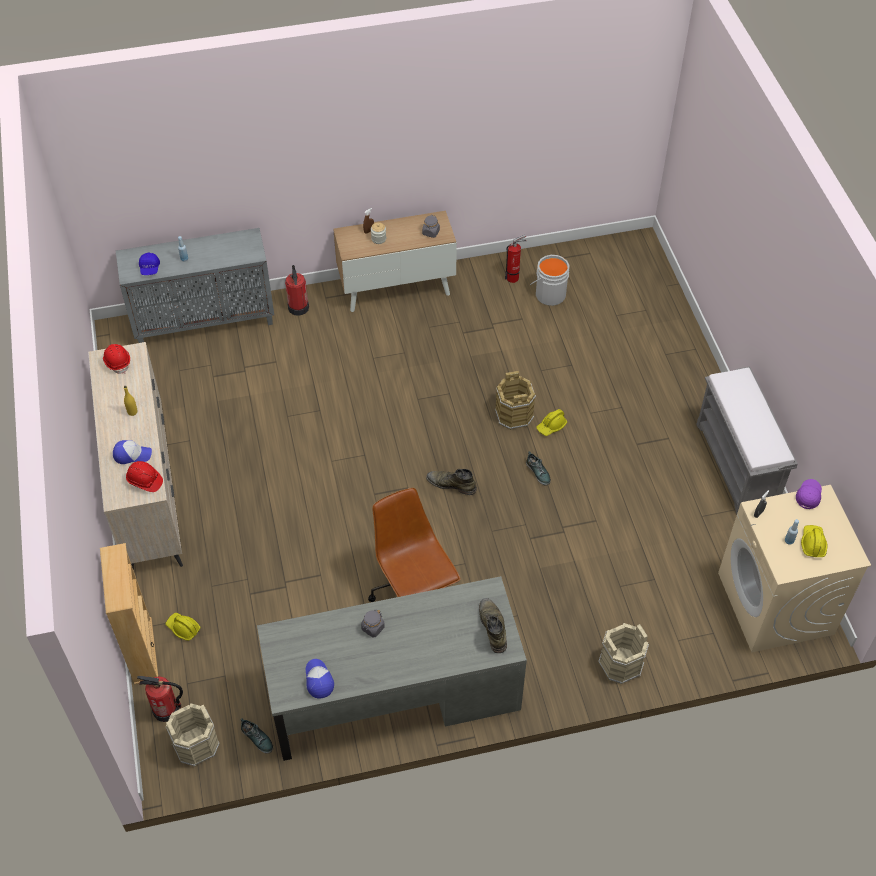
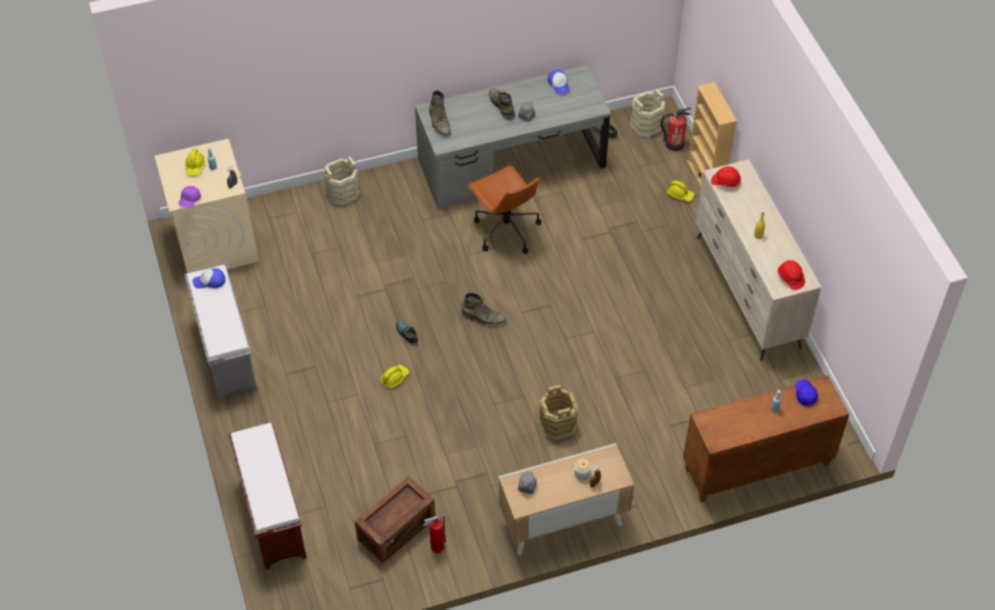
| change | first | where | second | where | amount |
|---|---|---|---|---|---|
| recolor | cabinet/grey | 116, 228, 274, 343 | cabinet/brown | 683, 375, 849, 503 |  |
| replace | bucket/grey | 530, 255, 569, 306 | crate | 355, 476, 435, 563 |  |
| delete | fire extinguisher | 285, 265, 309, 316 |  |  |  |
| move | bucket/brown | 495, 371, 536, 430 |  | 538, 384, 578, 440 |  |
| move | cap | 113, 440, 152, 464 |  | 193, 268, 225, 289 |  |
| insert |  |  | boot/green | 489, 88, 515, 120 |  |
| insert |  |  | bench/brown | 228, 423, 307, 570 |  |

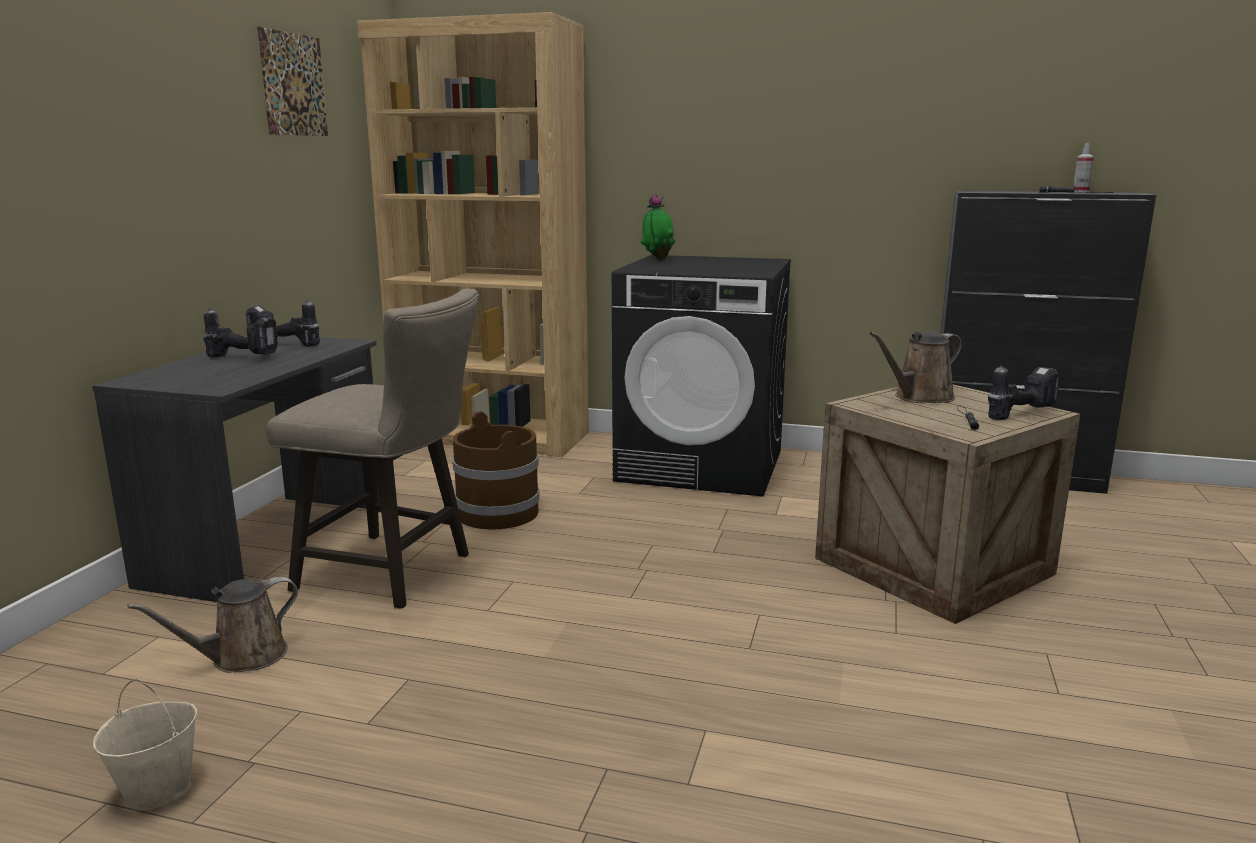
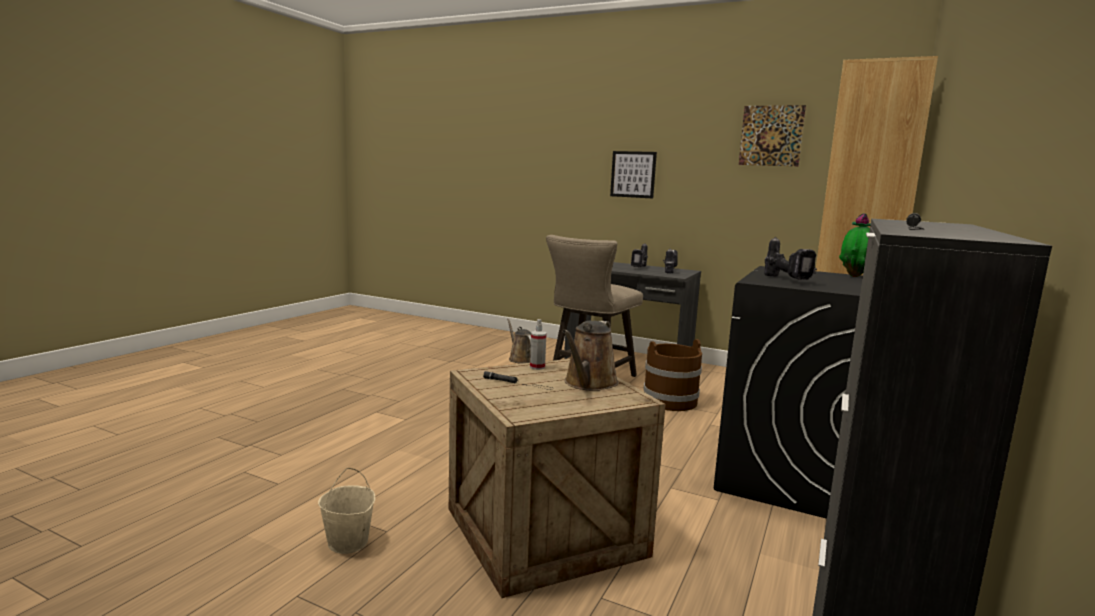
| change | first | where | second | where | amount |
|---|---|---|---|---|---|
| move | spray bottle | 1073, 143, 1094, 192 |  | 530, 319, 547, 370 |  |
| rotate | watering can/brown | 870, 331, 961, 403 |  | 562, 321, 619, 391 | 135 degrees counterclockwise |
| move | power drill | 988, 366, 1059, 420 |  | 764, 237, 817, 280 |  |
| move | bucket/beige | 93, 679, 197, 811 |  | 318, 468, 375, 554 |  |
| insert |  |  | picture | 610, 151, 657, 199 |  |

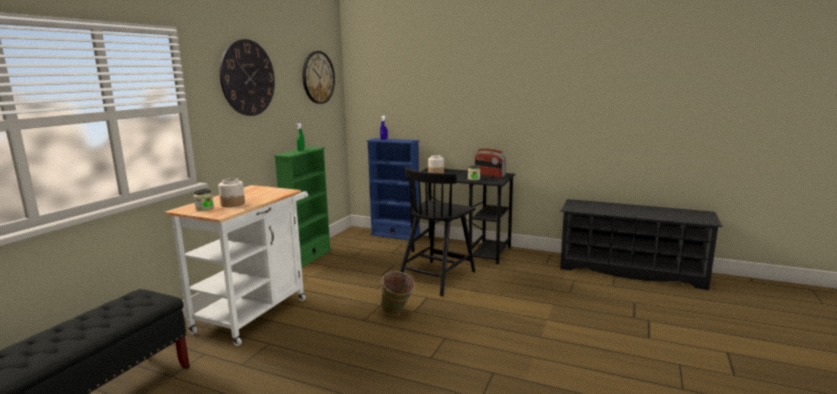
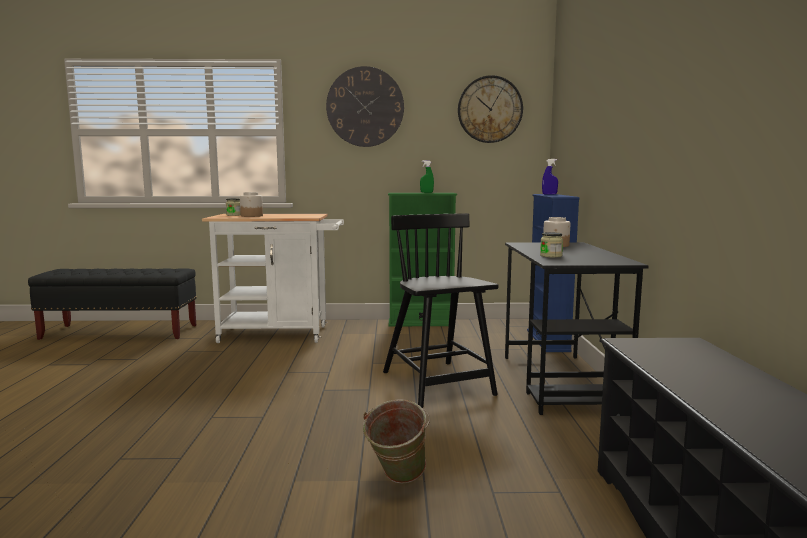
| change | first | where | second | where | amount |
|---|---|---|---|---|---|
| delete | radio | 475, 148, 506, 178 |  |  |  |
| rotate | chair/black | 400, 168, 475, 296 |  | 383, 213, 498, 408 | 60 degrees clockwise |
| move | bucket/green | 380, 271, 415, 315 |  | 363, 399, 430, 484 |  |

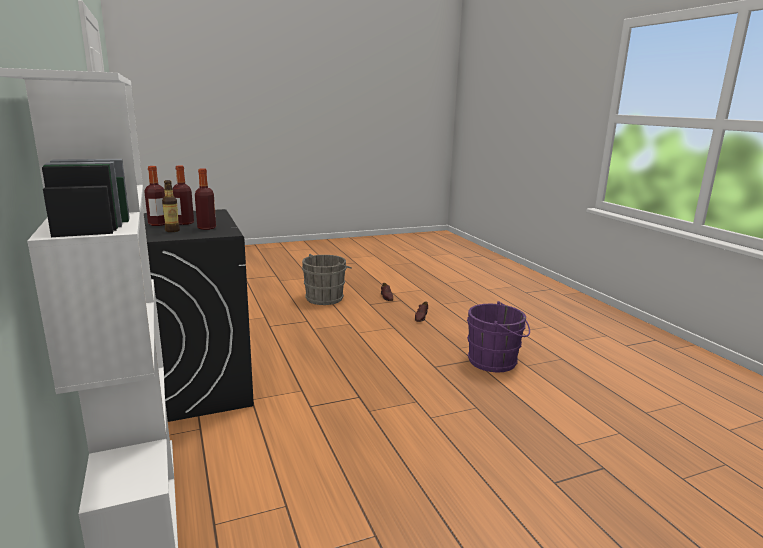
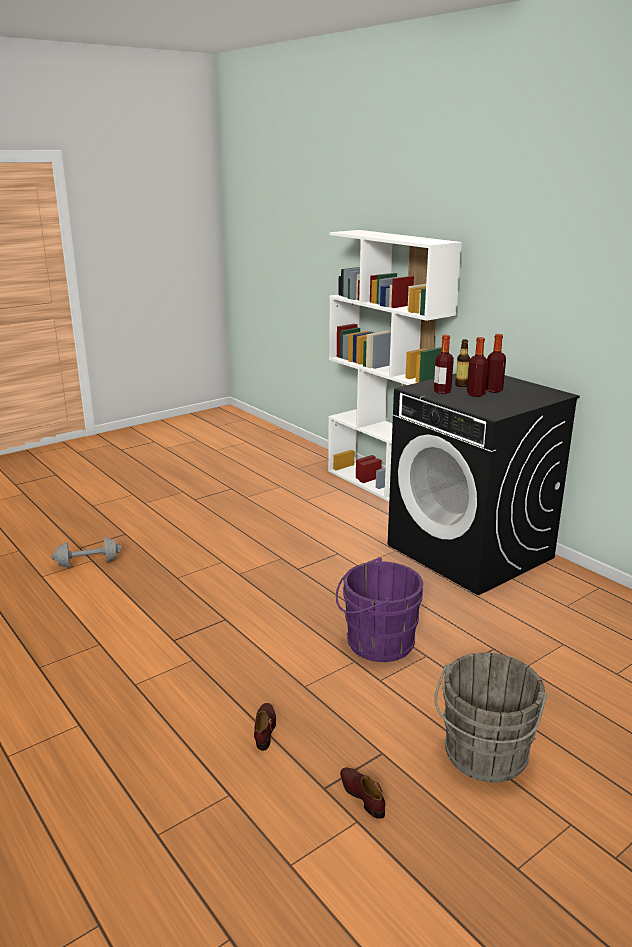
| change | first | where | second | where | amount |
|---|---|---|---|---|---|
| move | bucket/purple | 467, 301, 530, 372 |  | 336, 558, 423, 662 |  |
| insert |  |  | dumbbell/grey | 51, 537, 122, 568 |  |

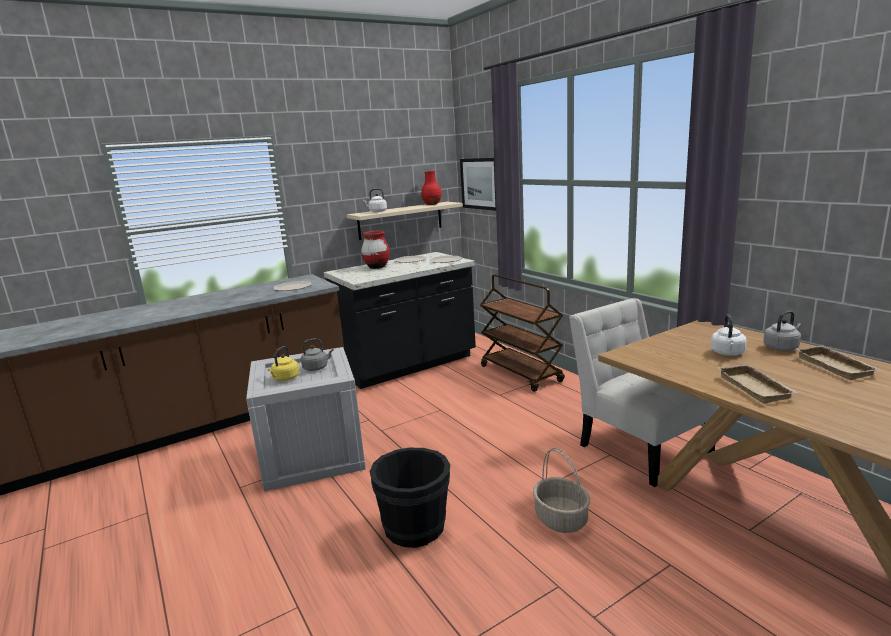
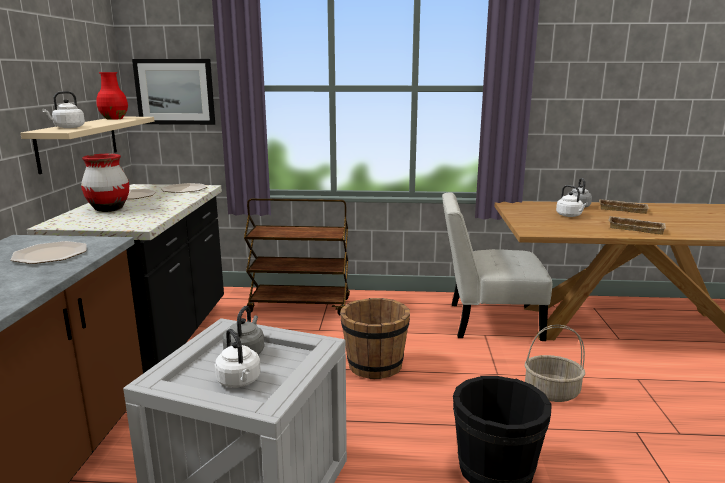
| change | first | where | second | where | amount |
|---|---|---|---|---|---|
| recolor | kettle/yellow | 268, 346, 299, 381 | kettle/white | 215, 329, 261, 388 |  |
| insert |  |  | bucket/brown | 340, 298, 410, 379 |  |

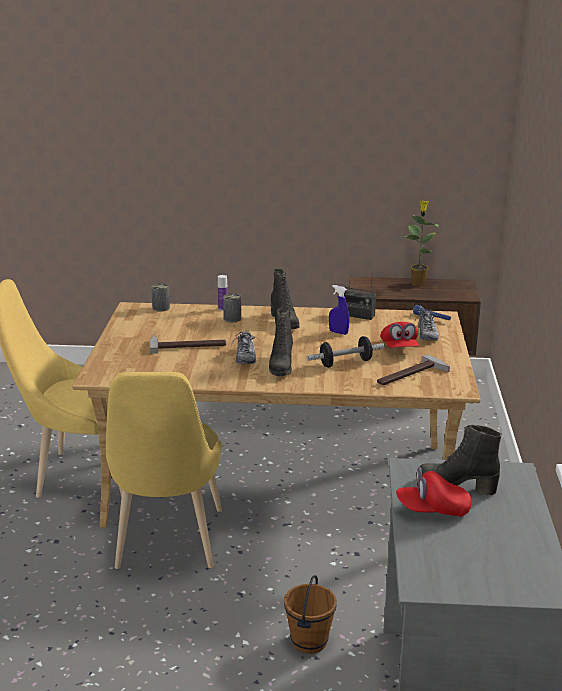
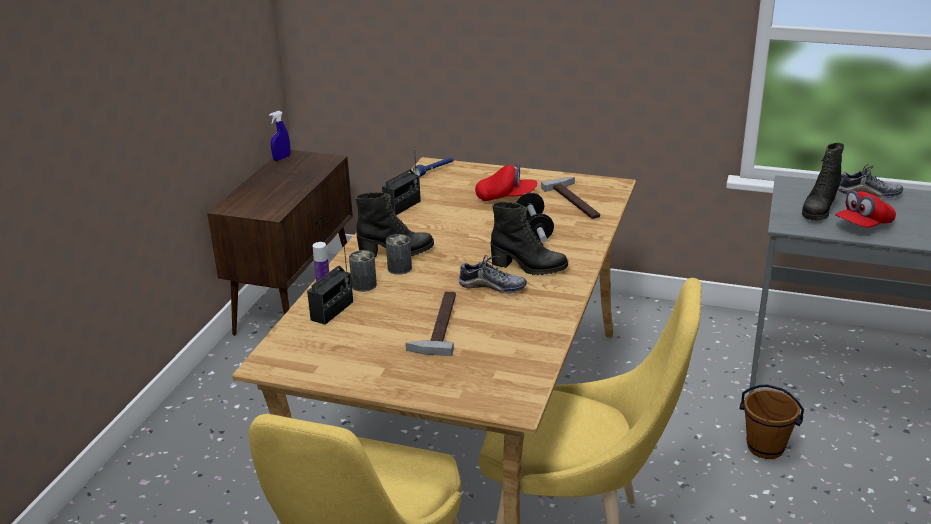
| change | first | where | second | where | amount |
|---|---|---|---|---|---|
| delete | potted plant | 403, 200, 439, 287 |  |  |  |
| move | can | 151, 284, 170, 312 |  | 386, 234, 412, 275 |  |
| move | spray bottle/blue | 329, 285, 350, 335 |  | 269, 111, 290, 161 |  |
| move | shoe | 415, 309, 441, 340 |  | 838, 165, 903, 198 |  |
| rotate | cap/red | 396, 467, 472, 517 |  | 835, 190, 896, 228 | 45 degrees clockwise |
| insert |  |  | radio | 307, 240, 353, 325 |  |

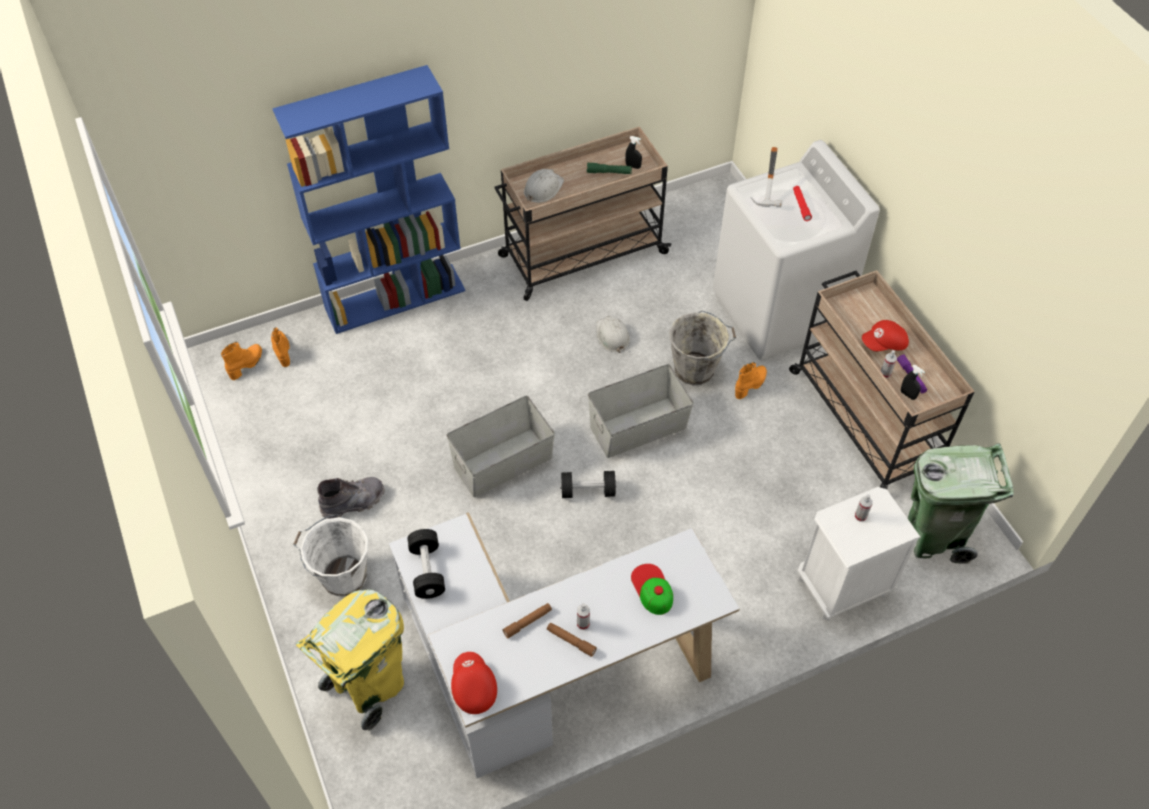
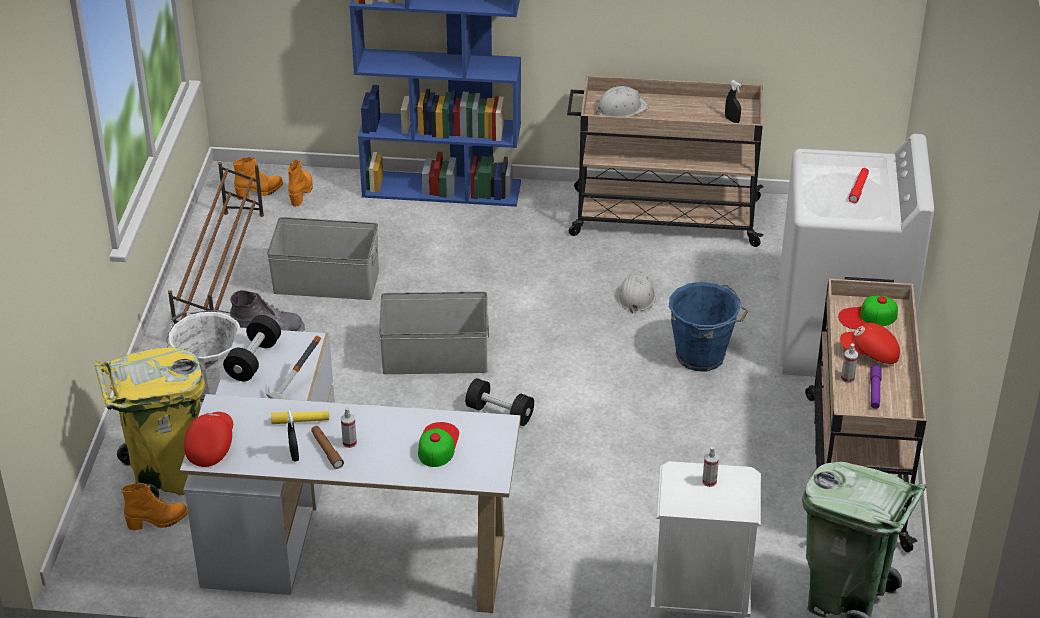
| change | first | where | second | where | amount |
|---|---|---|---|---|---|
| move | hammer | 751, 147, 782, 207 |  | 265, 335, 321, 400 |  |
| delete | flashlight/green | 587, 163, 632, 174 |  |  |  |
| recolor | bucket/grey | 669, 311, 736, 385 | bucket/blue | 669, 282, 748, 371 |  |
| move | boot/orange | 735, 362, 767, 399 |  | 121, 483, 188, 530 |  |
| move | storage box/grey | 588, 364, 694, 458 |  | 267, 217, 379, 300 |  |
| move | spray bottle/black | 901, 365, 925, 400 |  | 288, 410, 299, 462 |  |
| recolor | flashlight/brown | 503, 603, 552, 638 | flashlight/yellow | 271, 411, 329, 424 |  |
| insert |  |  | shoe rack/brown | 168, 162, 264, 325 |  |
| insert |  |  | cap | 838, 295, 898, 329 |  |

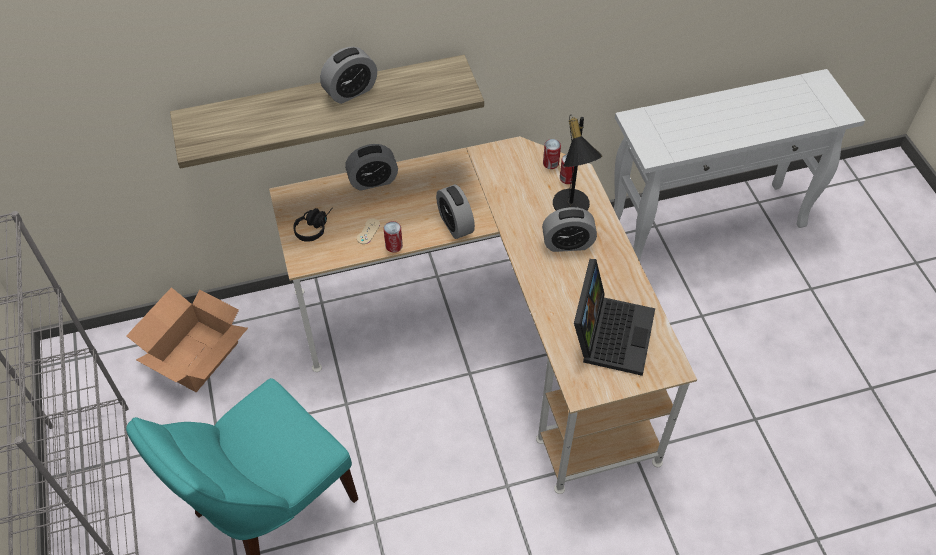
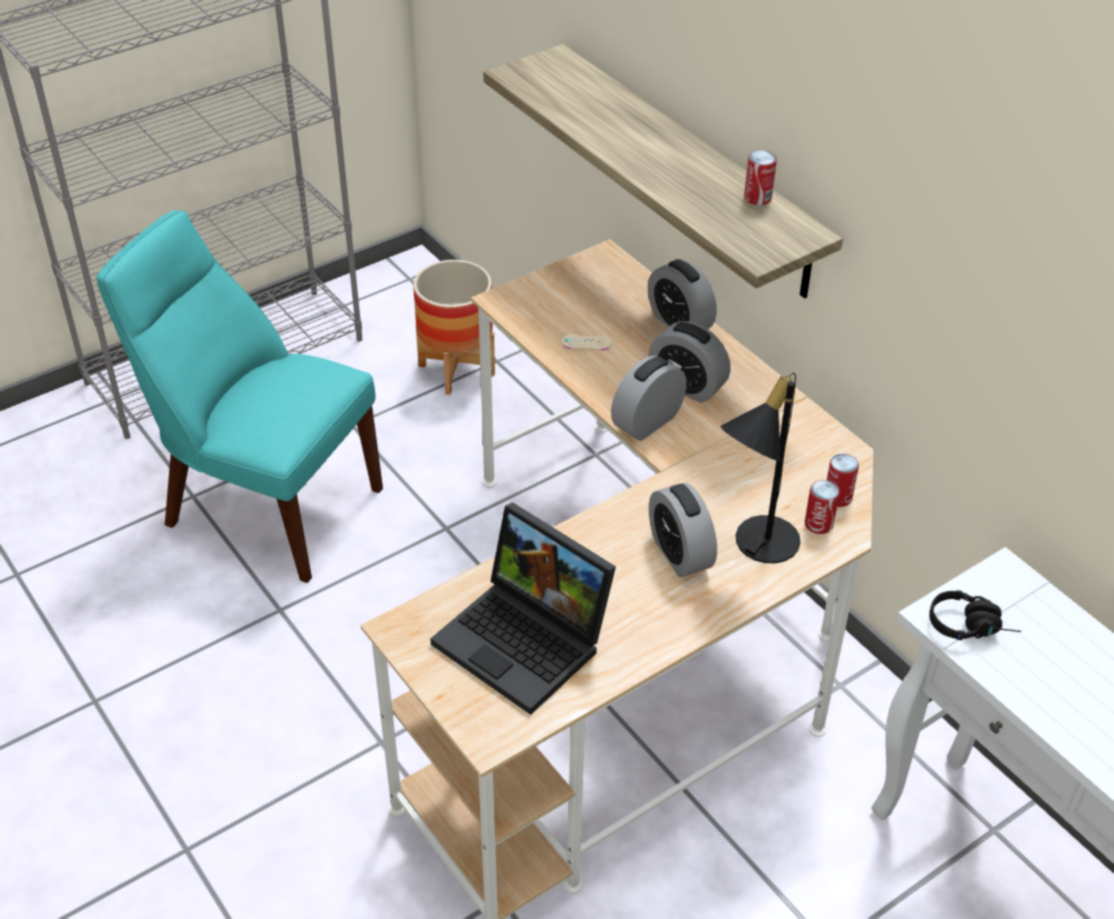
| change | first | where | second | where | amount |
|---|---|---|---|---|---|
| move | alarm clock | 320, 47, 377, 104 |  | 648, 321, 731, 403 |  |
| move | headphones/black | 293, 207, 333, 242 |  | 929, 590, 1021, 640 |  |
| move | can | 384, 221, 403, 253 |  | 744, 150, 777, 205 |  |
| rotate | laptop | 574, 259, 655, 376 |  | 430, 502, 616, 715 | 45 degrees clockwise |
| replace | cardboard box | 126, 287, 248, 392 | planter | 413, 260, 495, 395 |  |

